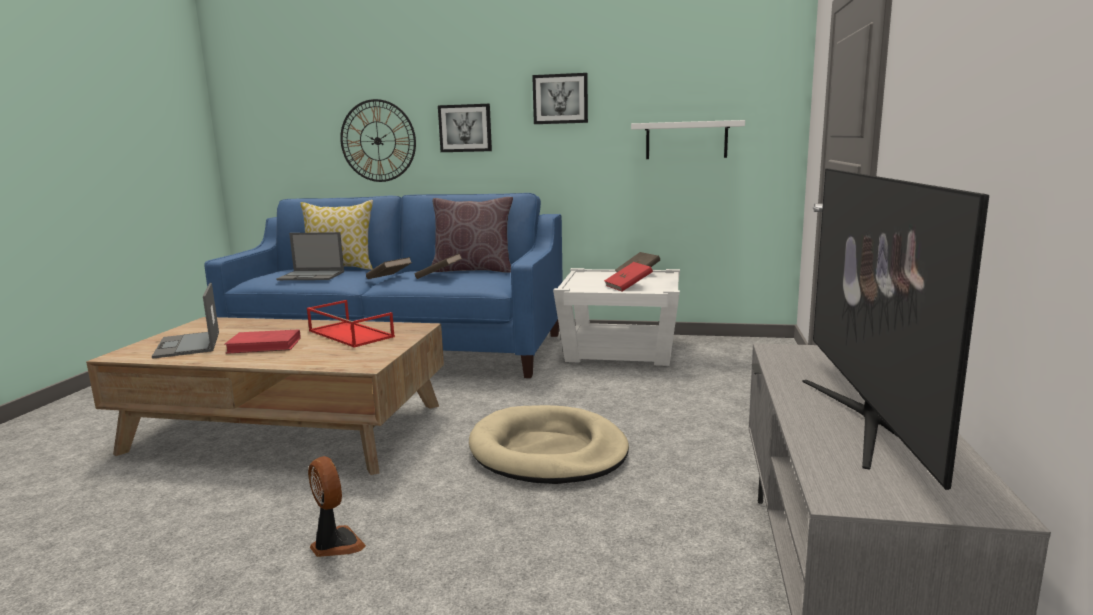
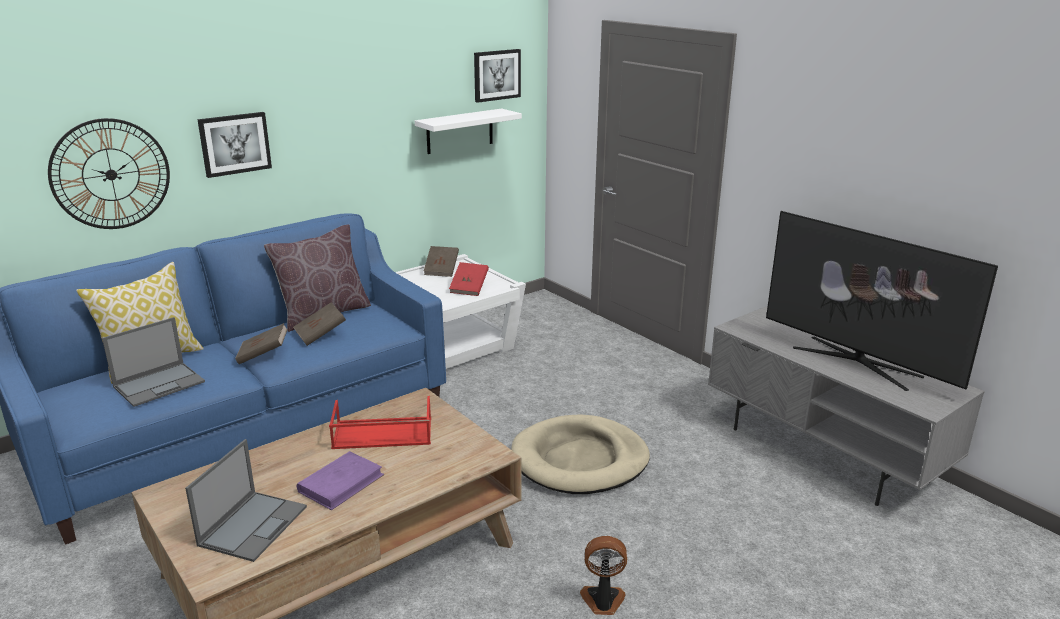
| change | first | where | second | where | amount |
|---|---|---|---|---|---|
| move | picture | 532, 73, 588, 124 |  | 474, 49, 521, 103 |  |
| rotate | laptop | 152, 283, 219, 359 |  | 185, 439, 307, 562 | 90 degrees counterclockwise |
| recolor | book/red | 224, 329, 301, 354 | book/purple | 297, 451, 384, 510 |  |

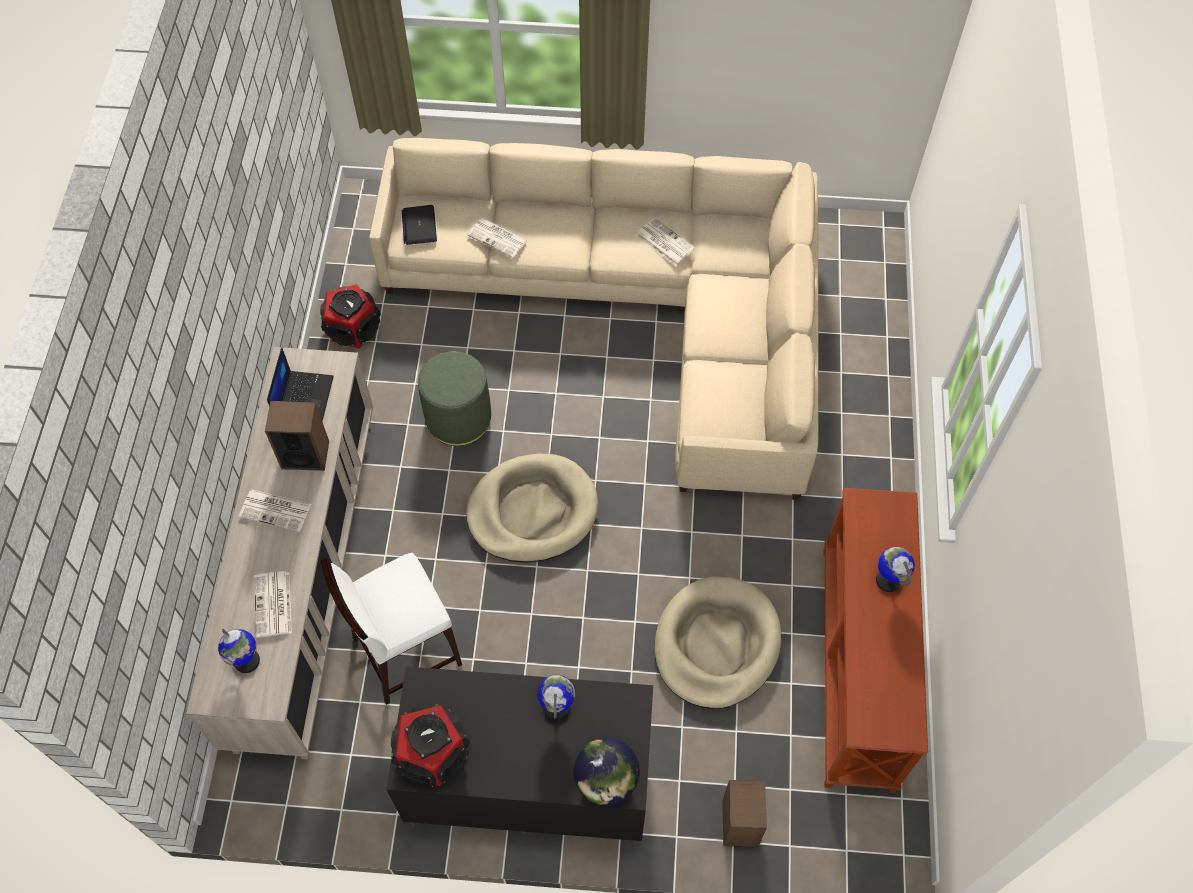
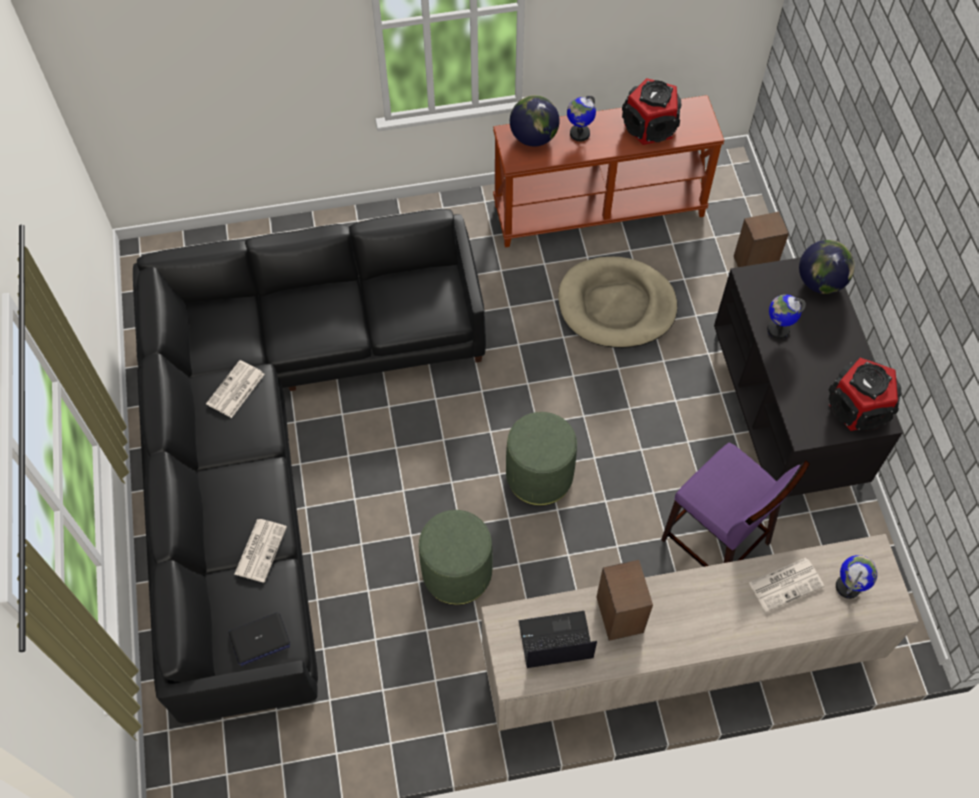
| change | first | where | second | where | amount |
|---|---|---|---|---|---|
| recolor | sofa/beige | 369, 138, 818, 500 | sofa/black | 133, 209, 486, 723 |  |
| move | speaker | 320, 284, 381, 349 |  | 622, 78, 681, 145 |  |
| replace | dog bed/beige | 466, 454, 598, 563 | ottoman/green | 506, 412, 577, 506 |  |
| delete | newspaper | 239, 490, 311, 532 |  |  |  |
| recolor | stool/white | 321, 553, 462, 705 | stool/purple | 661, 443, 810, 567 |  |
| insert |  |  | globe | 510, 95, 560, 146 |  |

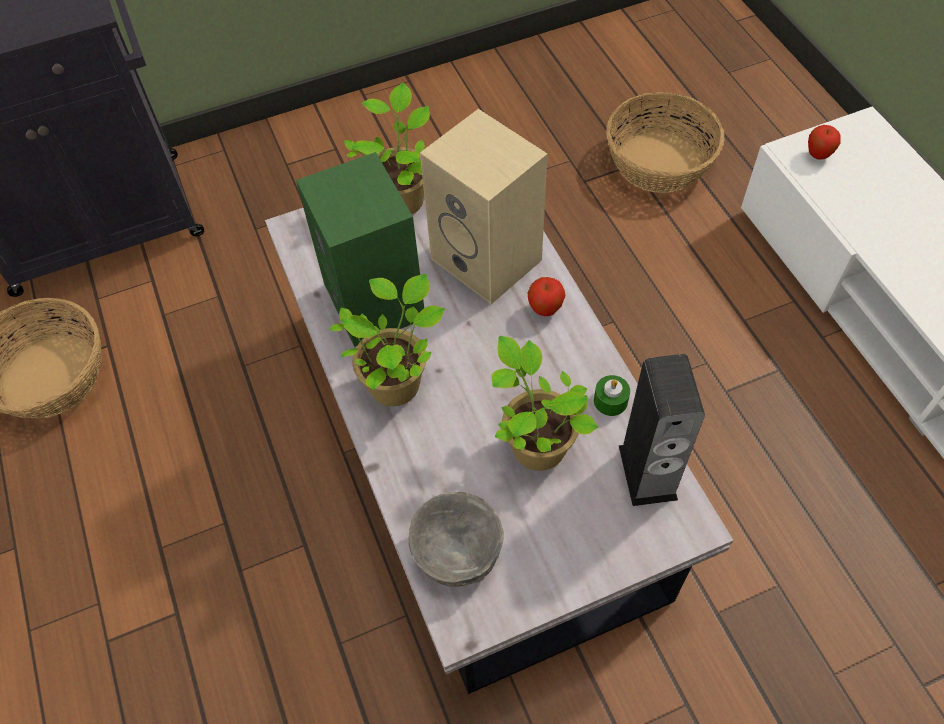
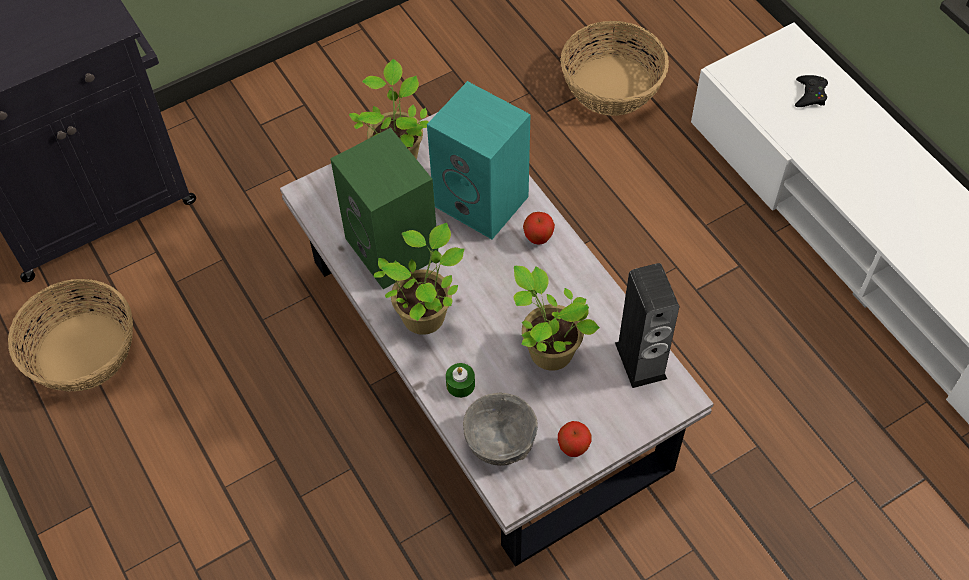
| change | first | where | second | where | amount |
|---|---|---|---|---|---|
| recolor | speaker/beige | 420, 109, 548, 304 | speaker/turquoise | 427, 81, 530, 239 |  |
| move | apple | 808, 125, 841, 160 |  | 558, 421, 592, 457 |  |
| move | candle/green | 594, 375, 630, 416 |  | 446, 363, 475, 398 |  |
| insert |  |  | game controller/black | 795, 75, 828, 107 |  |

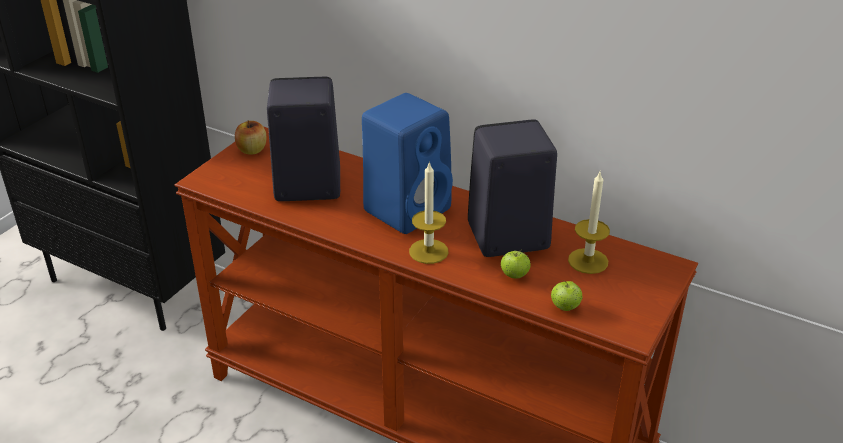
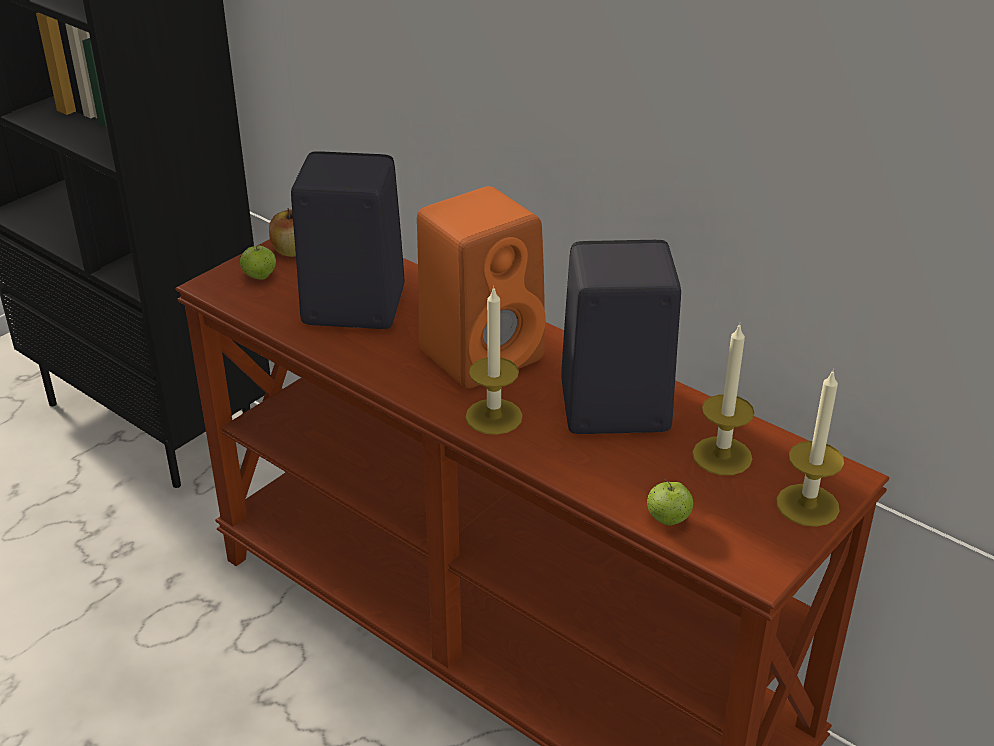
| change | first | where | second | where | amount |
|---|---|---|---|---|---|
| recolor | speaker/blue | 362, 93, 453, 234 | speaker/orange | 417, 186, 546, 389 |  |
| move | apple | 501, 250, 531, 279 |  | 240, 243, 276, 280 |  |
| insert |  |  | candle | 776, 369, 844, 527 |  |

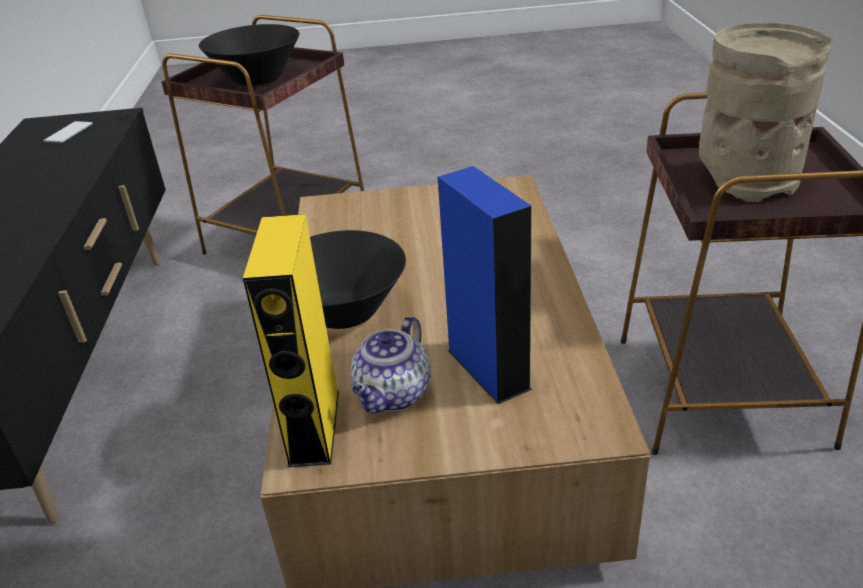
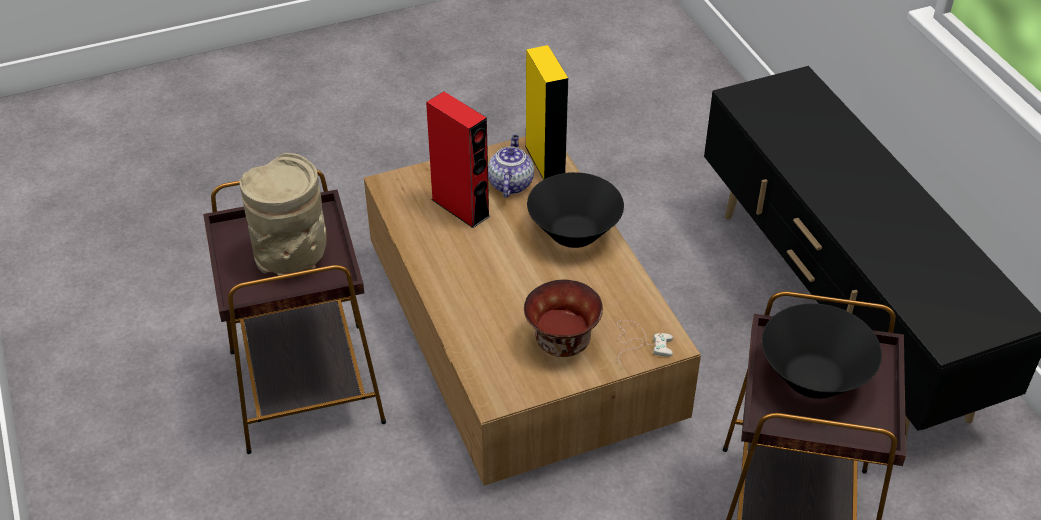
| change | first | where | second | where | amount |
|---|---|---|---|---|---|
| delete | phone | 43, 121, 93, 143 |  |  |  |
| recolor | speaker/blue | 438, 166, 532, 404 | speaker/red | 426, 92, 490, 228 |  |
| insert |  |  | bowl | 524, 279, 603, 357 |  |
| insert |  |  | game controller/white | 617, 320, 673, 366 |  |

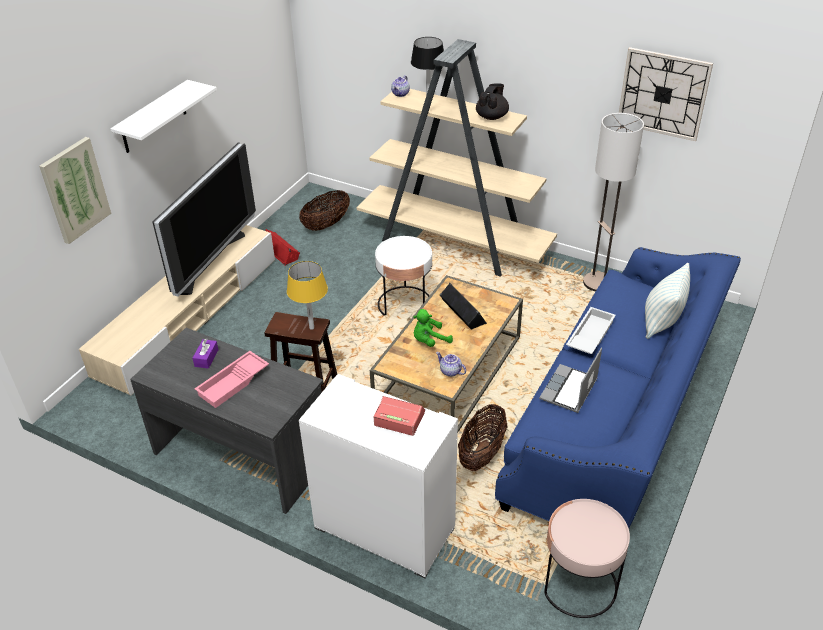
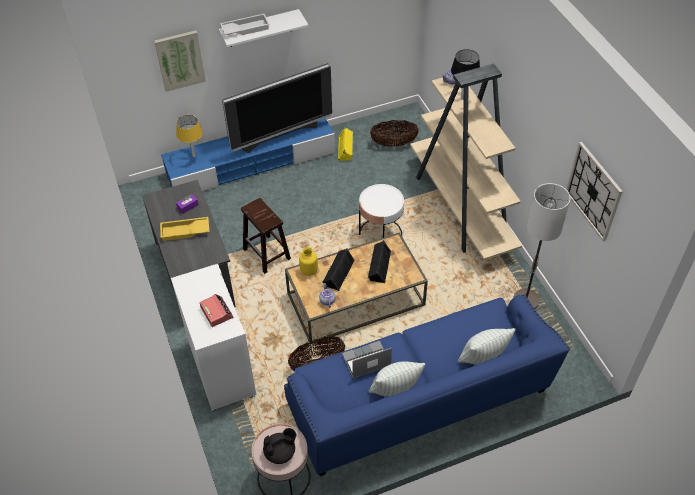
| change | first | where | second | where | amount |
|---|---|---|---|---|---|
| move | teapot/black | 476, 83, 509, 120 |  | 263, 428, 296, 464 |  |
| recolor | tv stand/beige | 79, 225, 275, 395 | tv stand/blue | 161, 118, 335, 191 |  |
| recolor | speaker/red | 265, 229, 300, 265 | speaker/yellow | 338, 127, 353, 161 |  |
| move | table lamp/yellow | 287, 261, 328, 330 |  | 176, 115, 203, 158 |  |
| move | tray/white | 566, 307, 616, 354 |  | 220, 14, 270, 35 |  |
| replace | plush toy/green | 413, 309, 453, 347 | speaker/black | 323, 248, 355, 291 |  |
| recolor | tray/pink | 195, 351, 269, 408 | tray/yellow | 160, 217, 209, 241 |  |
| insert |  |  | vase/yellow | 299, 247, 318, 276 |  |
| insert |  |  | pillow | 368, 362, 425, 397 |  |

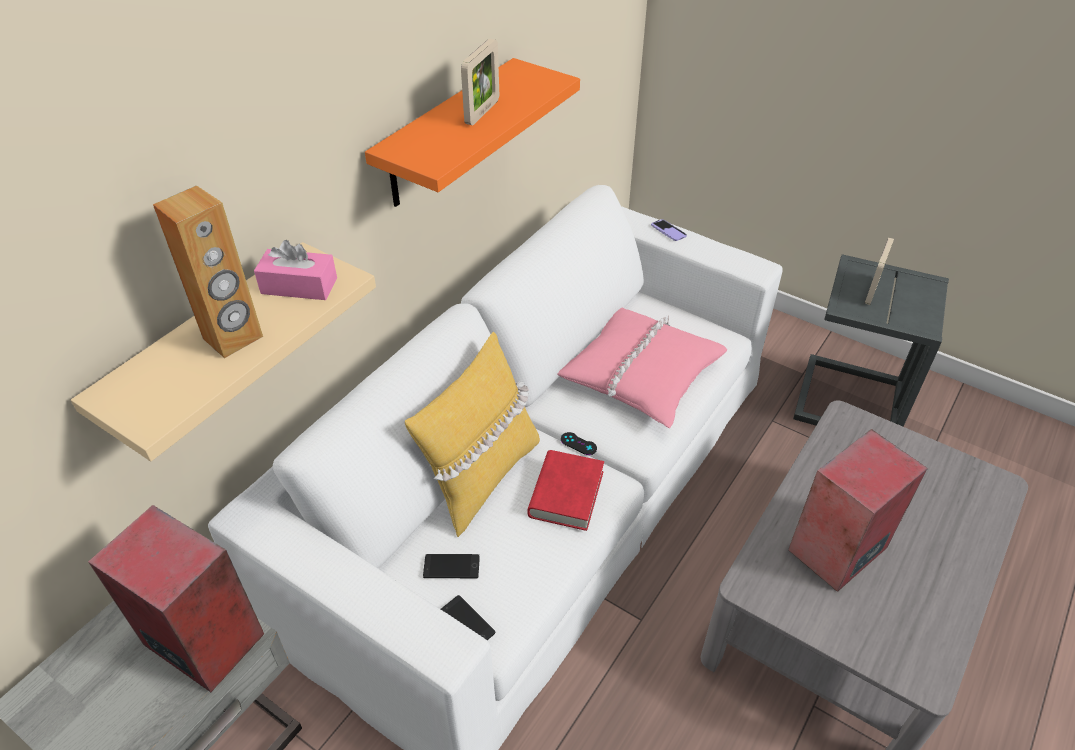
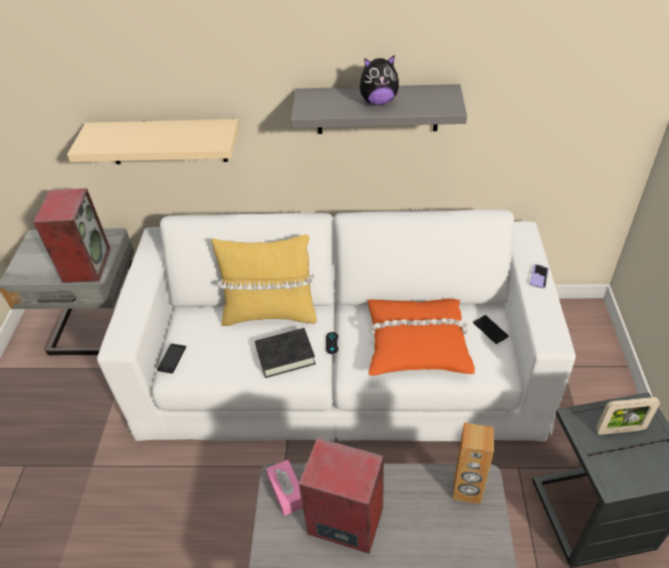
| change | first | where | second | where | amount |
|---|---|---|---|---|---|
| replace | picture frame | 461, 39, 499, 125 | plush toy | 360, 55, 399, 105 |  |
| recolor | shelf/orange | 365, 58, 580, 207 | shelf/grey | 291, 84, 467, 134 |  |
| move | speaker/brown | 153, 185, 263, 358 |  | 453, 422, 494, 504 |  |
| move | tissue box/pink | 254, 240, 337, 300 |  | 266, 460, 303, 516 |  |
| recolor | pillow/pink | 557, 307, 727, 428 | pillow/orange | 368, 299, 475, 376 |  |
| recolor | book/red | 528, 450, 604, 531 | book/black | 255, 328, 316, 378 |  |
| move | phone | 423, 554, 480, 579 |  | 473, 315, 509, 344 |  |

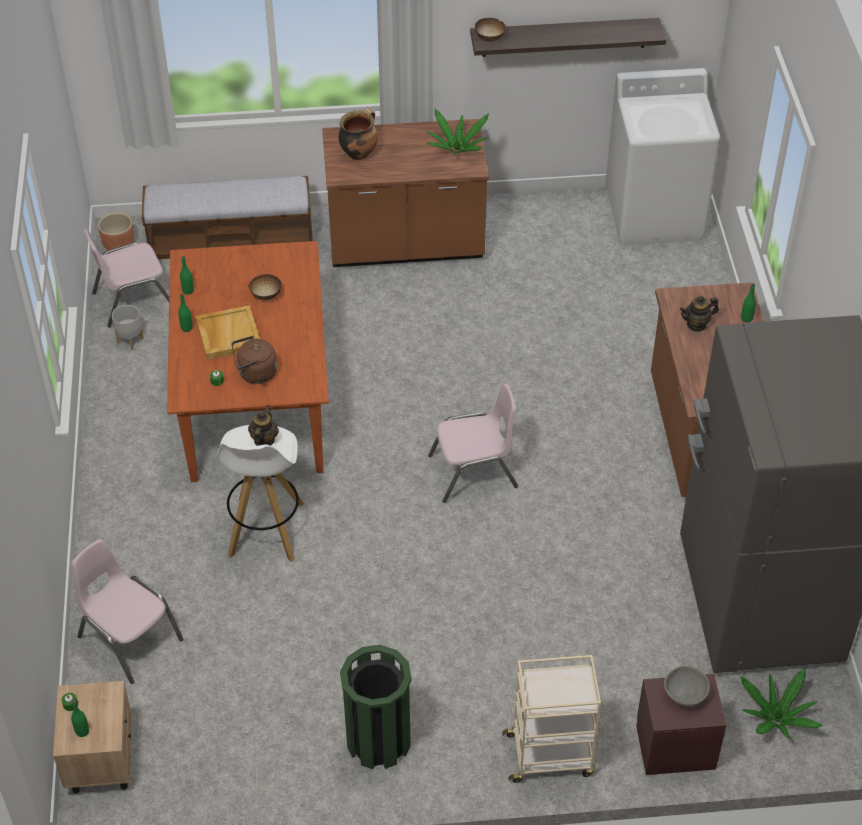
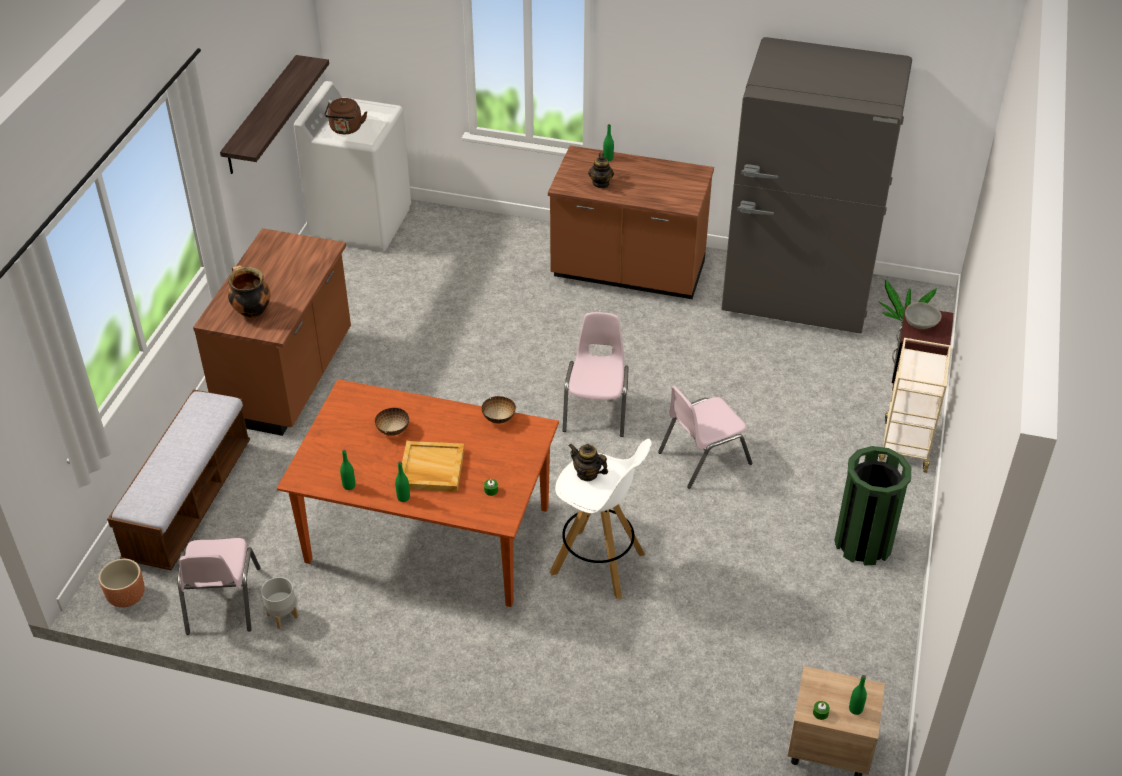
| change | first | where | second | where | amount |
|---|---|---|---|---|---|
| move | bowl | 475, 18, 505, 42 |  | 482, 396, 516, 424 |  |
| delete | potted plant | 426, 108, 489, 154 |  |  |  |
| move | kettle/brown | 231, 336, 277, 384 |  | 325, 98, 367, 134 |  |
| move | chair/pink | 71, 539, 184, 684 |  | 658, 386, 752, 489 |  |

